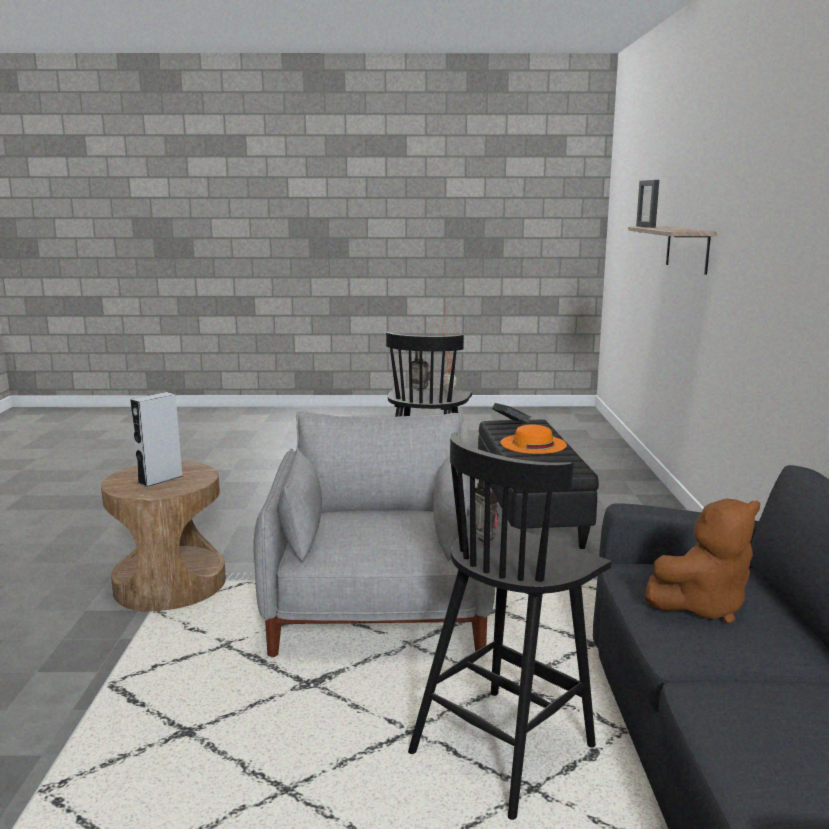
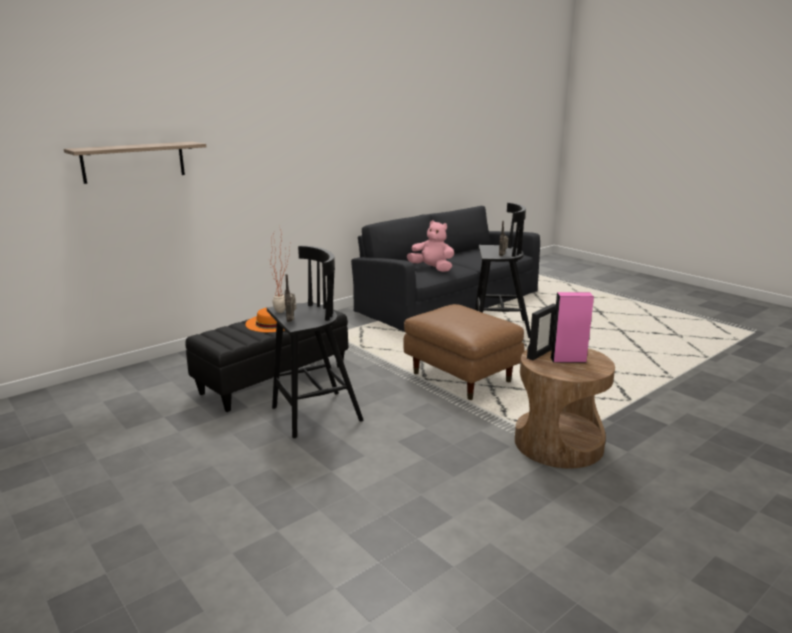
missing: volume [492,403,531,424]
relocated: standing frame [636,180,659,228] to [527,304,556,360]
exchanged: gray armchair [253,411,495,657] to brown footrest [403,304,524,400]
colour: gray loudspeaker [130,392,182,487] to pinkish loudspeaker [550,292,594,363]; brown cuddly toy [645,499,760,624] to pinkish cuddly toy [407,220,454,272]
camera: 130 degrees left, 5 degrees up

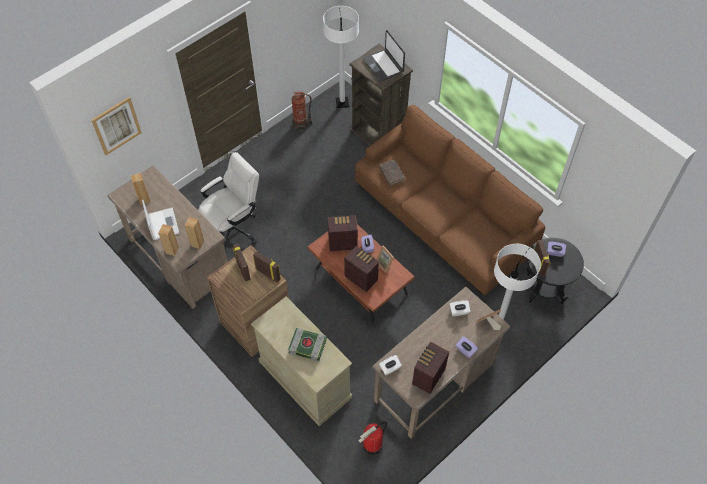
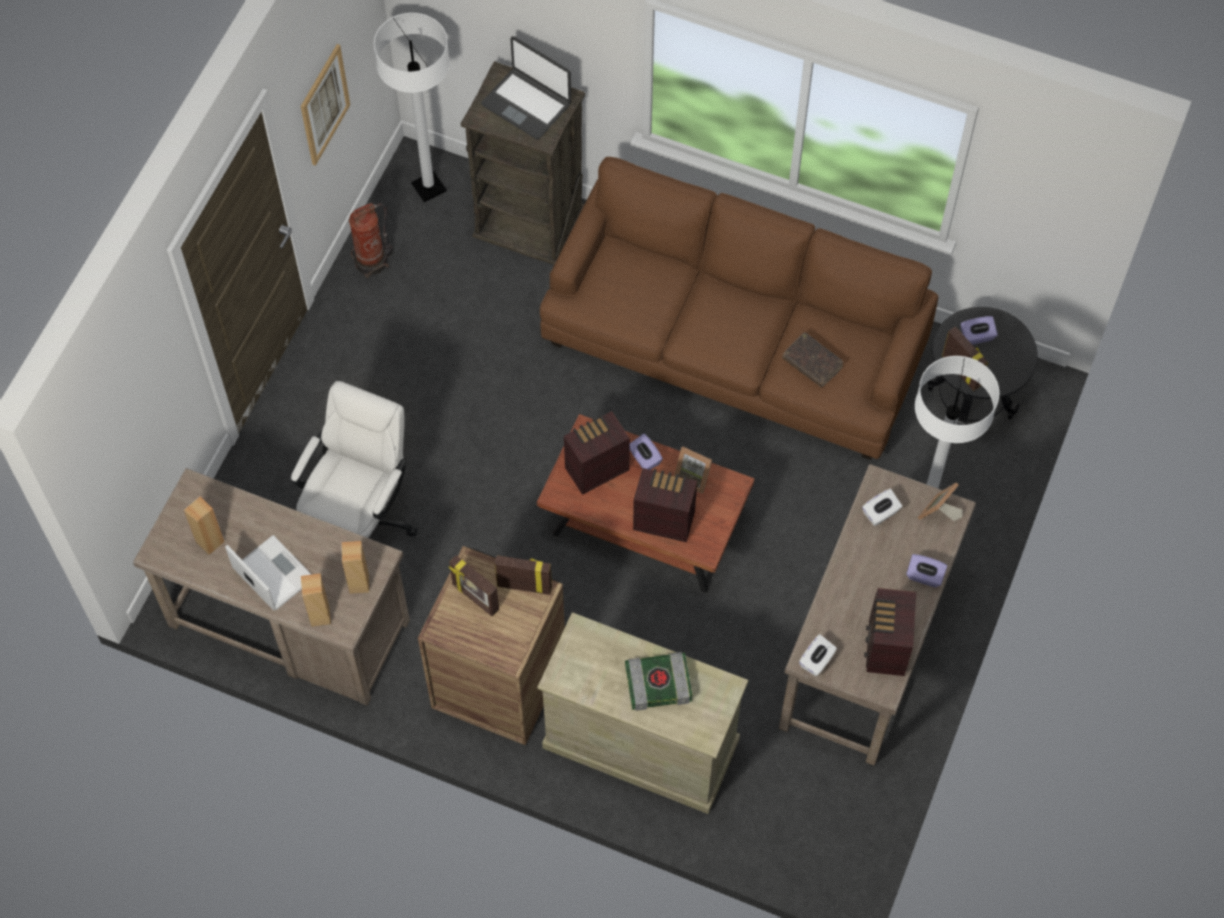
missing: fire-fighting cylinder [359,421,387,455]
relocated: wall picture [91,97,142,155] to [301,44,350,166]; brown volume [379,160,405,186] to [782,332,844,388]
camera: 25 degrees left, 5 degrees up

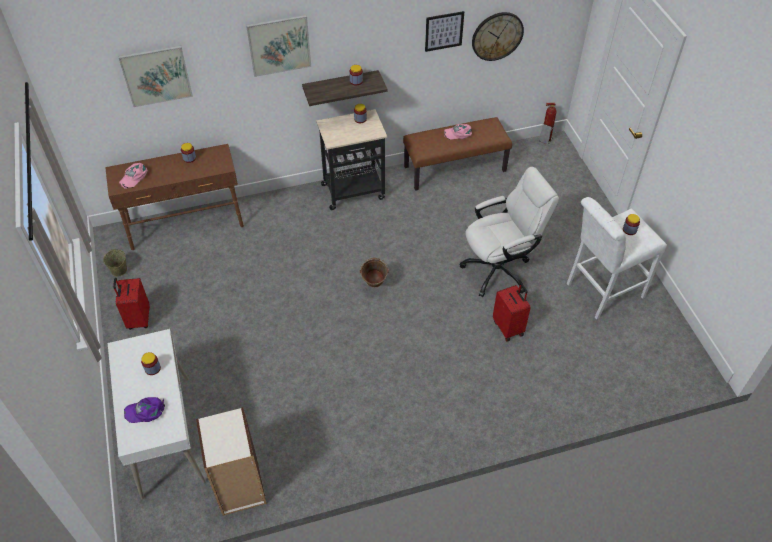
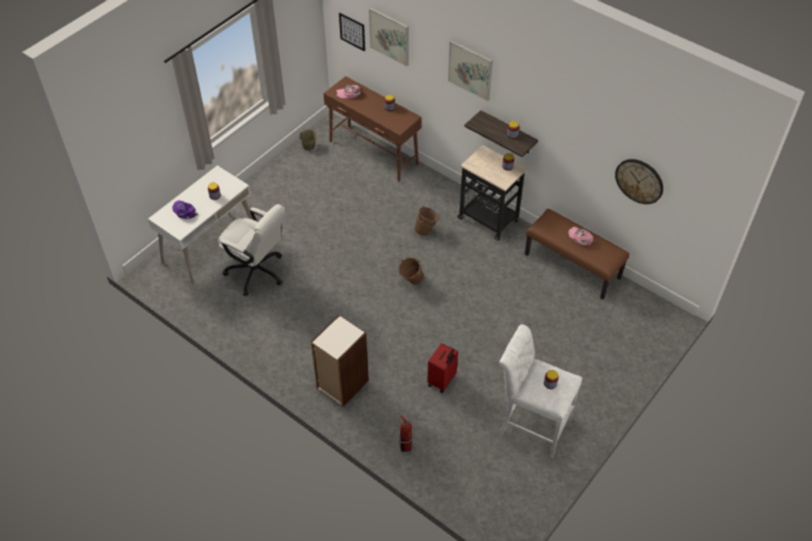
missing: reddish suitcase [113,278,150,330]
appeared: brown water bucket [414,206,439,236]
relocated: shelving unit [196,408,267,516] to [311,315,369,407]; wall picture [425,11,464,52] to [339,13,365,51]; whitish computer chair [459,167,559,297] to [218,204,286,296]; fire-fighting cylinder [539,103,556,144] to [399,415,413,453]
camera: 55 degrees right, 0 degrees up

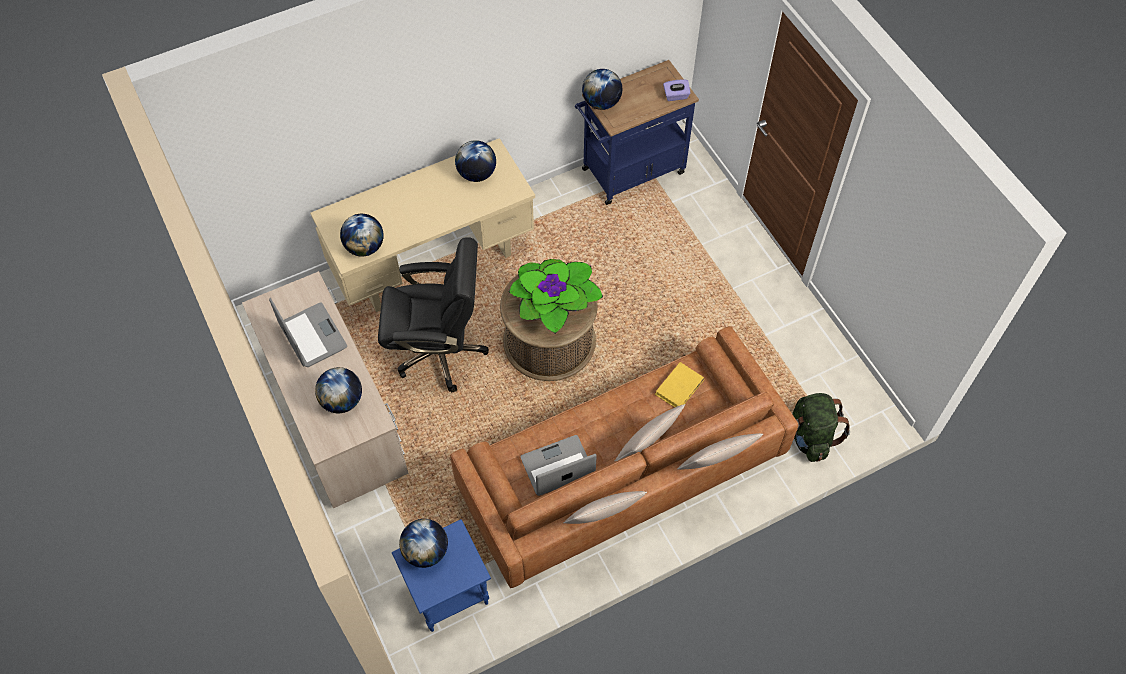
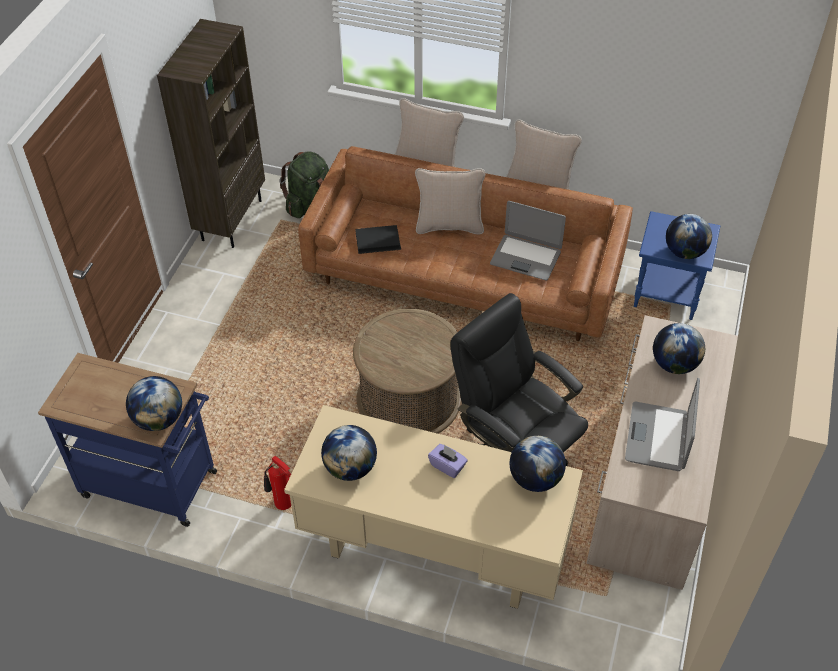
missing: potted plant [509,259,603,334]
appeared: brown shelving unit [157,19,265,248]; fire-fighting cylinder [264,456,291,510]
relocated: purple-coloured tissue box [663,79,691,101] to [428,444,468,478]
colour: yellow-coloured volume [655,362,704,407] to blackish volume [355,225,401,254]
camera: 135 degrees left, 10 degrees down

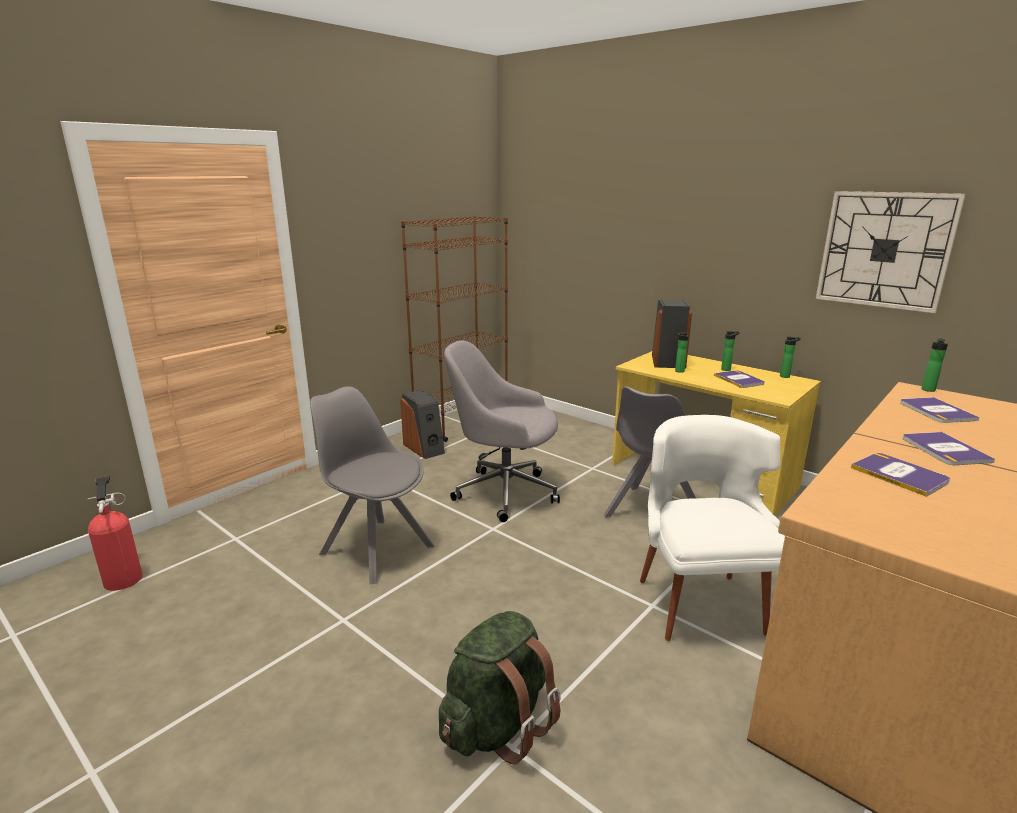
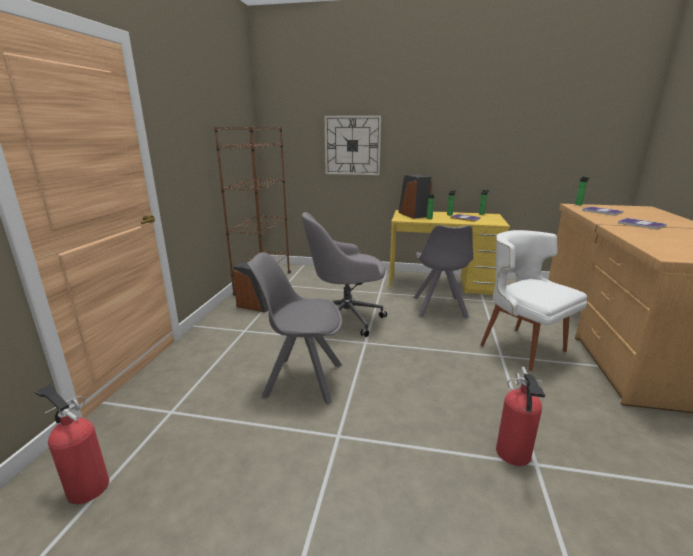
missing: volume [851,453,950,497]
relocated: clock on the wall [816,191,966,313] to [325,115,381,175]
exchanged: greenish rucksack [439,611,561,764] to fire-fighting cylinder [496,367,545,466]
camera: 30 degrees left, 0 degrees up

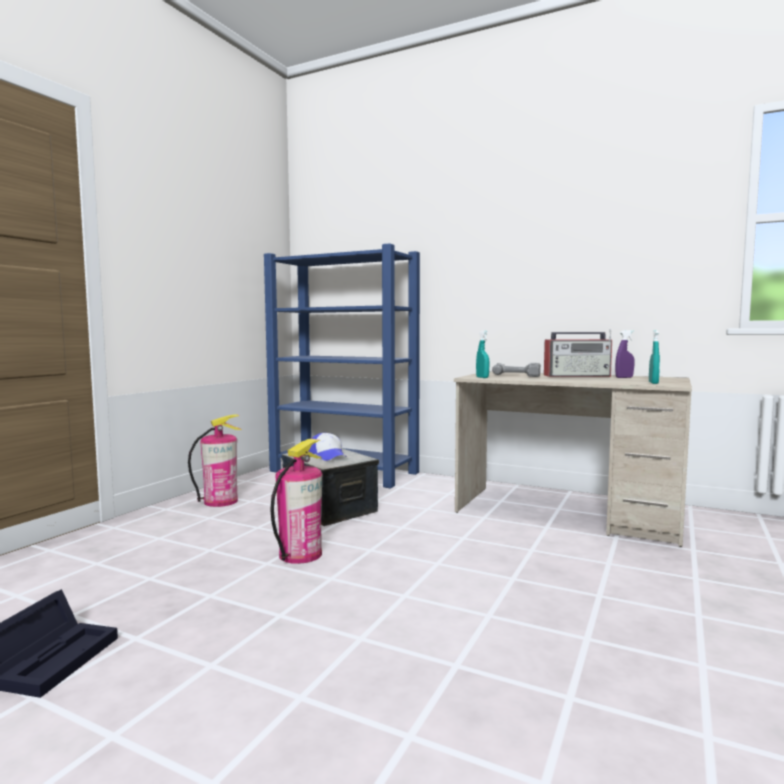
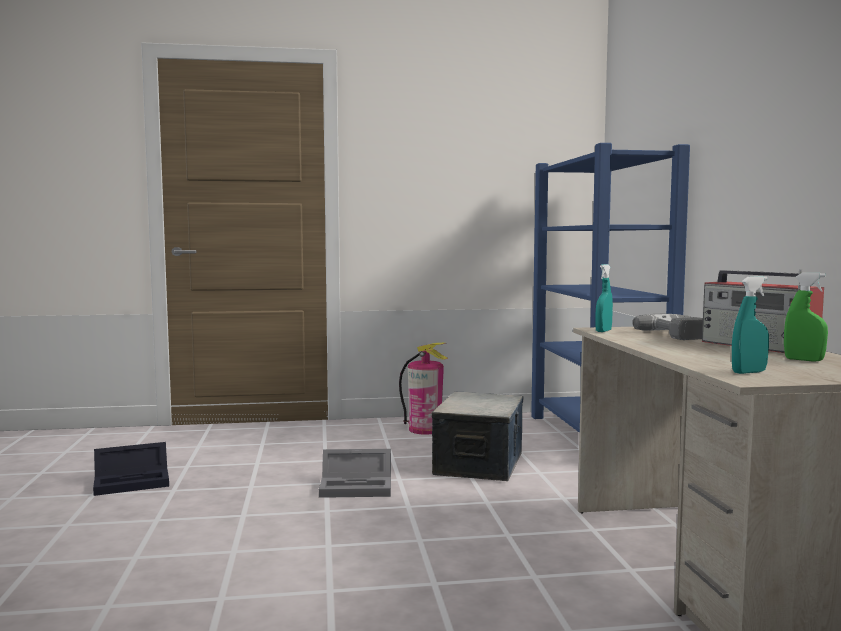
missing: cap [309,433,348,461]
exchanged: fire-fighting cylinder [270,439,322,564] to gray storage container [319,449,391,498]
colour: purple-coloured hand sprayer [615,330,634,378] to greenish hand sprayer [784,273,828,362]
camera: 55 degrees right, 0 degrees up

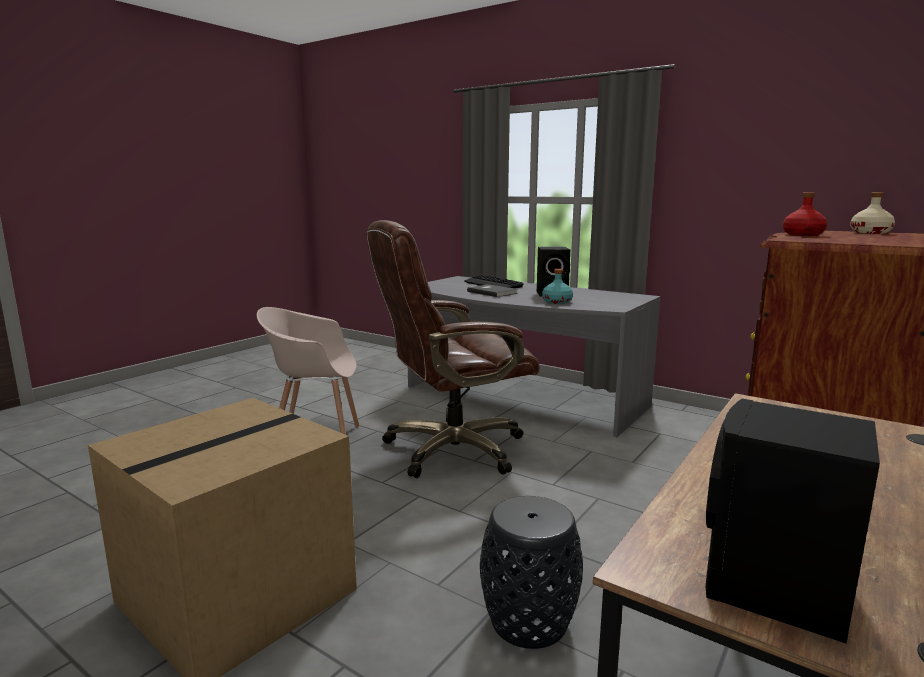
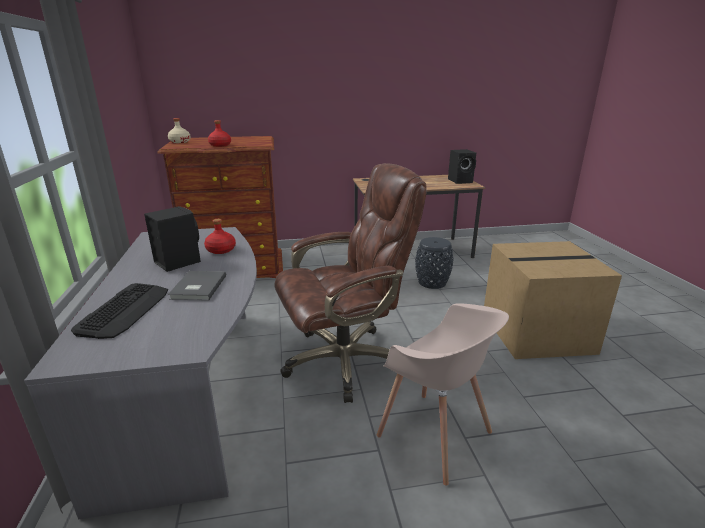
colour: turquoise bottle [542,269,573,304] to reddish bottle [204,219,236,254]
spun: brown computer chair [366,220,540,478] = [275,163,427,403] 45 degrees counterclockwise
camera: 135 degrees left, 10 degrees up

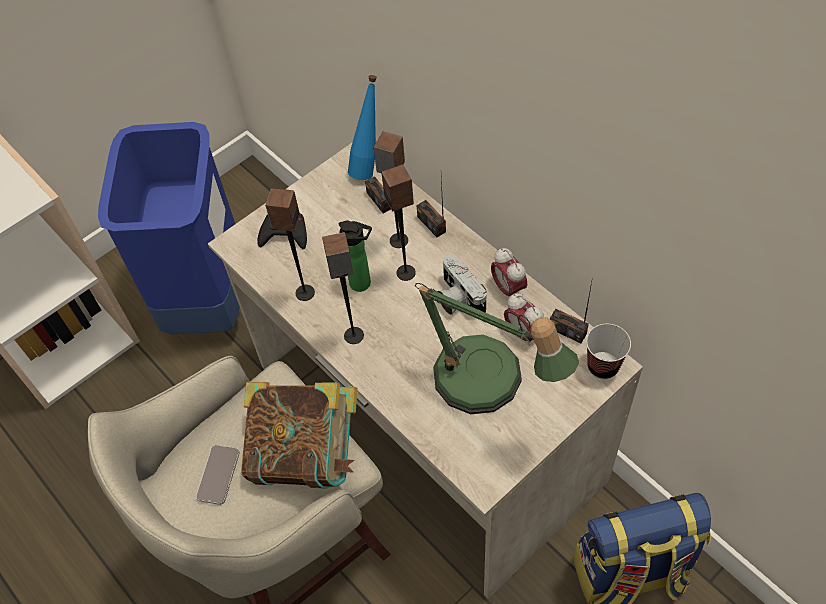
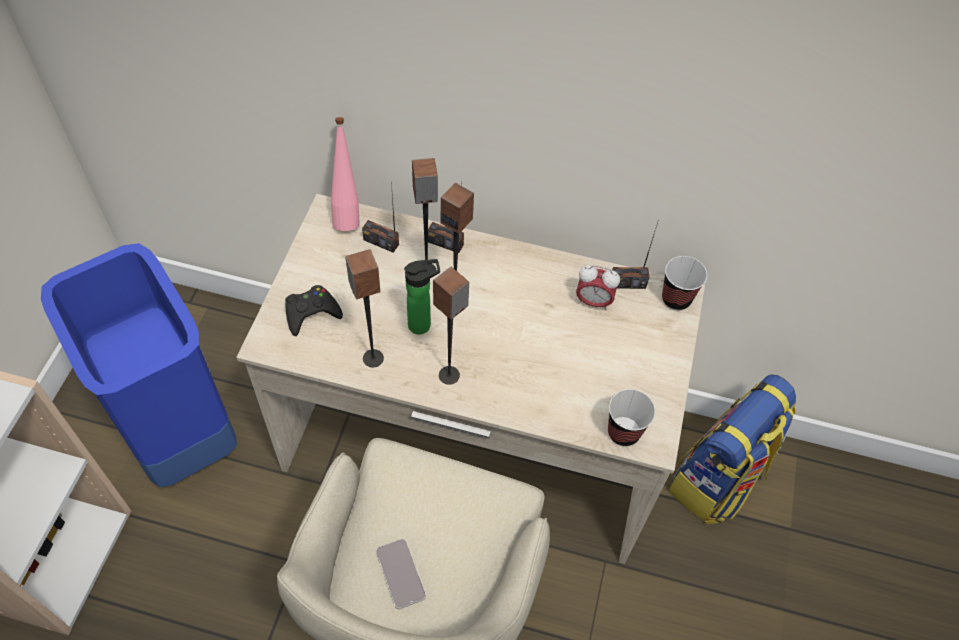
missing: volume [241,382,358,488]; tabletop lamp [415,283,579,414]; photo camera [438,254,487,315]; bedside clock [491,248,527,296]
appeared: cup [608,389,656,446]
colour: blue-coloured bottle [348,75,377,180] to pinkish bottle [331,117,360,231]
camera: 40 degrees left, 0 degrees up

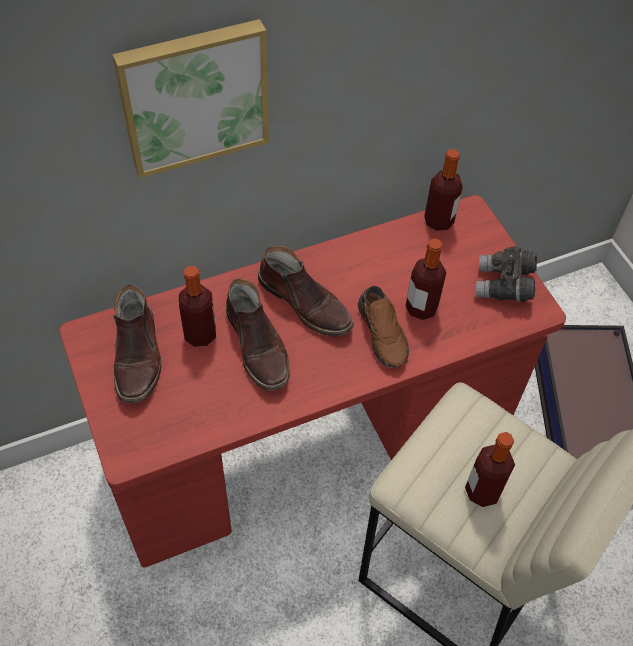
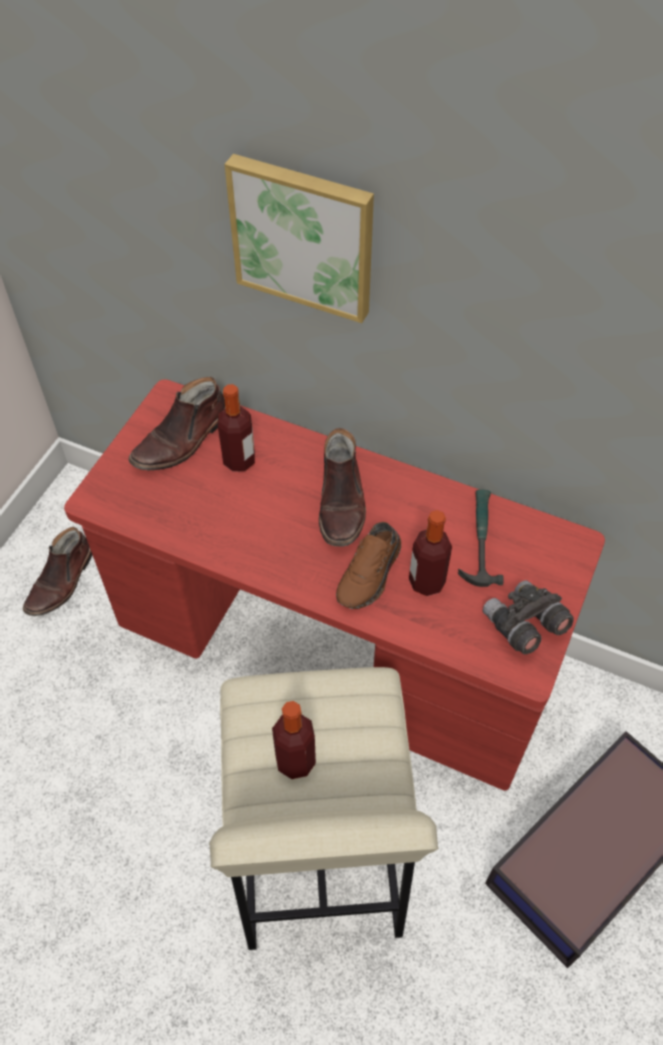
missing: bottle [424,149,463,231]
appeared: tool hammer [458,490,504,587]
relocated: brown boot [226,279,289,391] to [23,527,92,616]
camera: 50 degrees right, 0 degrees up

